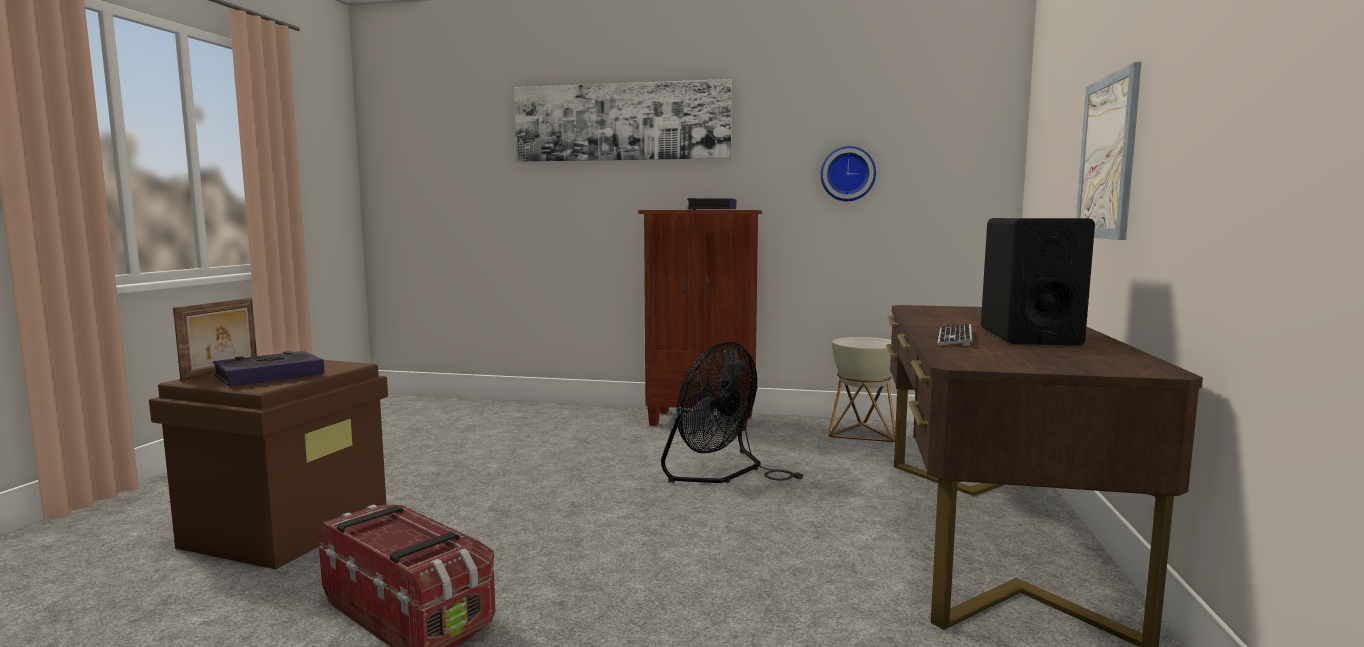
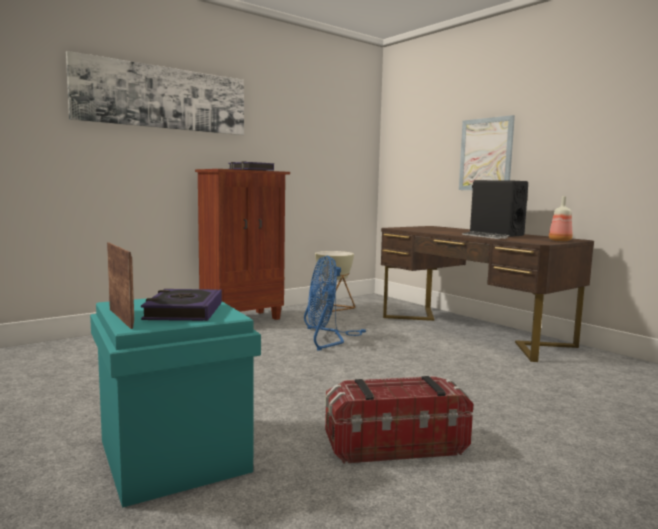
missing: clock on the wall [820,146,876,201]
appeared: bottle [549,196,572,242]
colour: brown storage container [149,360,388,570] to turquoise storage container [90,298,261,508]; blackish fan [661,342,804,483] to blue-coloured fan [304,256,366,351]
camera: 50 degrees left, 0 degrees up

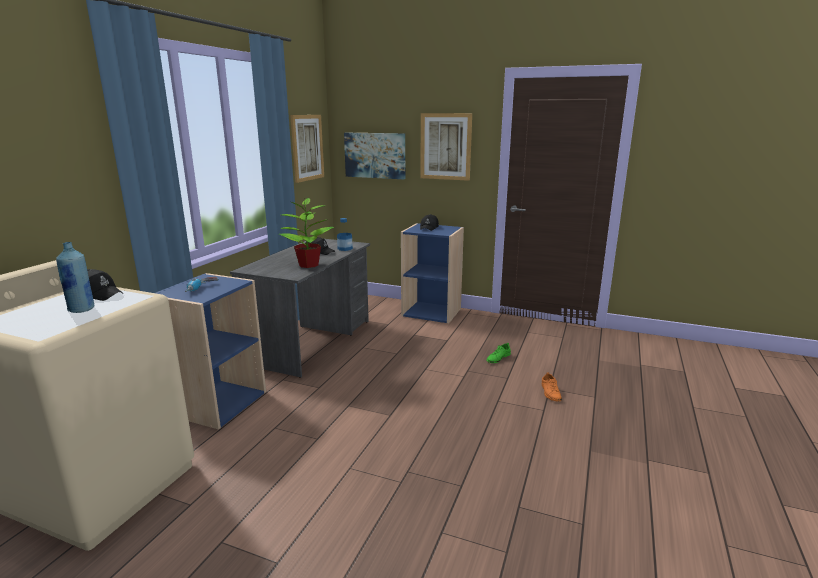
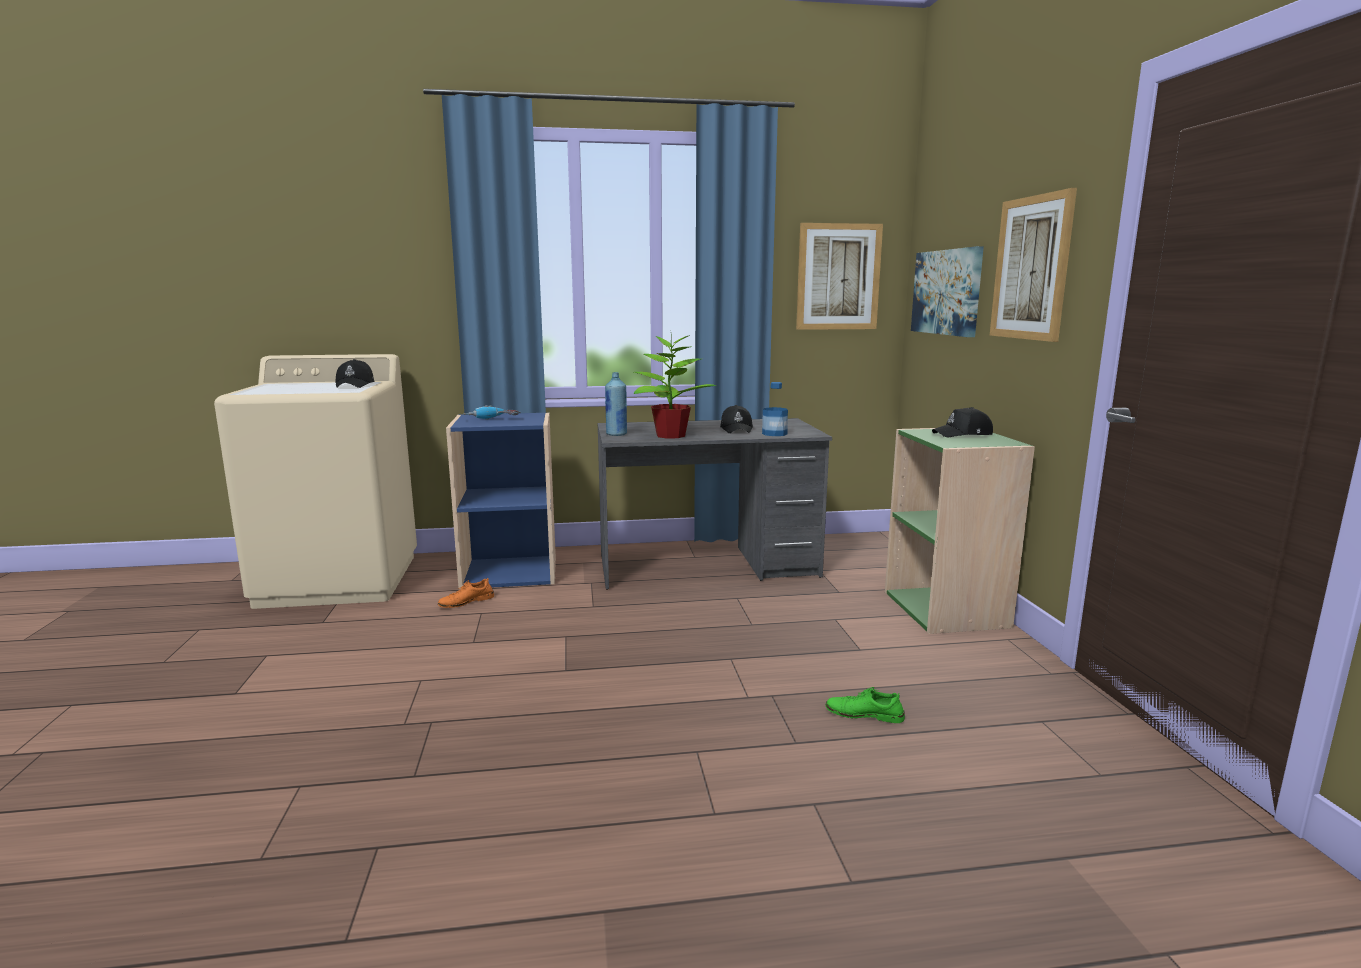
relocated: blue-coloured bottle [56,242,94,313] to [605,372,627,436]; orange-coloured shoe [542,373,562,401] to [438,578,494,608]
colour: blue-coloured shelving unit [401,223,464,323] to greenish shelving unit [885,428,1035,634]
camera: 60 degrees right, 5 degrees down

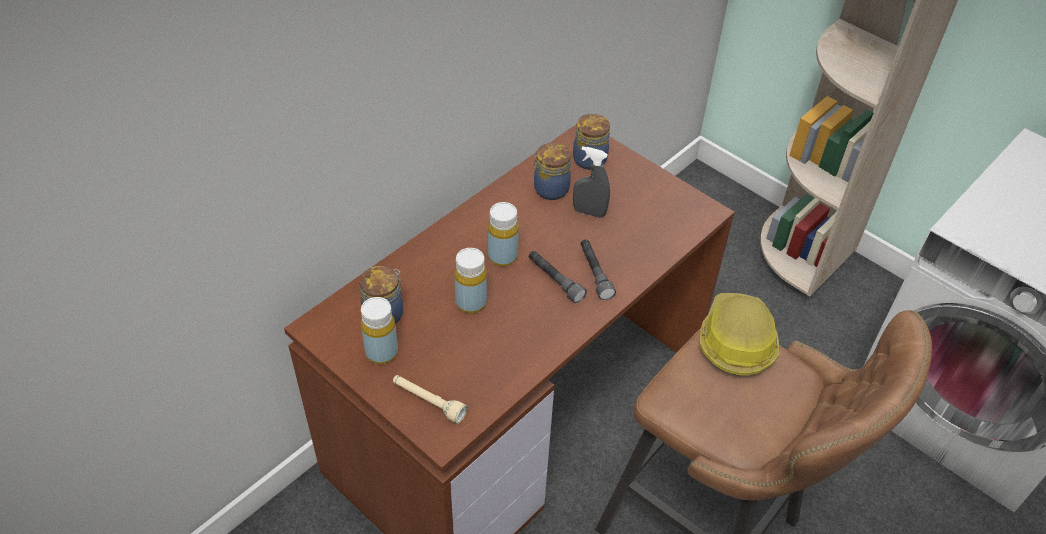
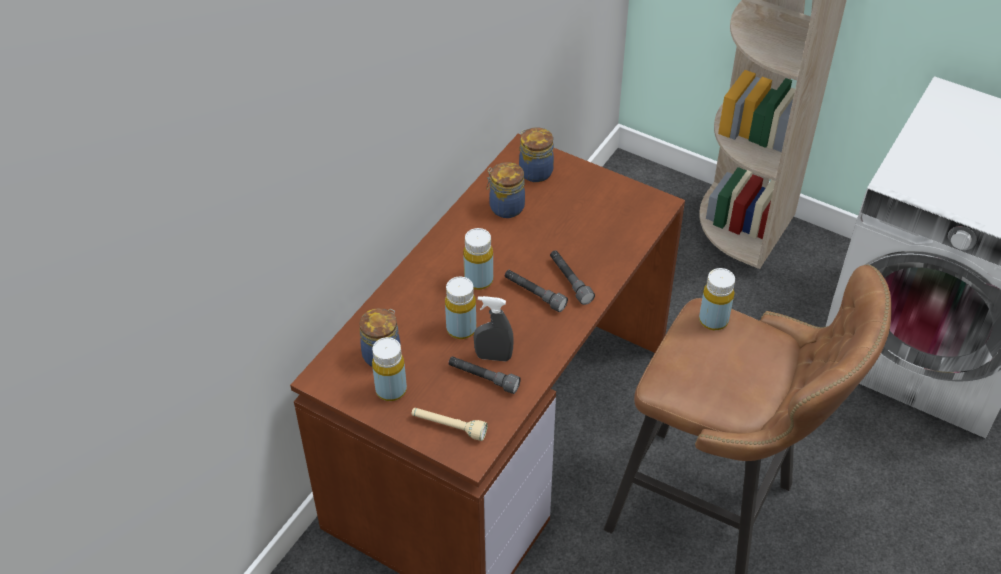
appeared: gray hand torch [448,356,521,394]
relocated: gray hand sprayer [573,146,610,218] to [474,296,514,362]
exchanged: hard hat [699,293,779,375] to yellow-coloured bottle [699,268,735,330]
camera: 10 degrees left, 0 degrees up

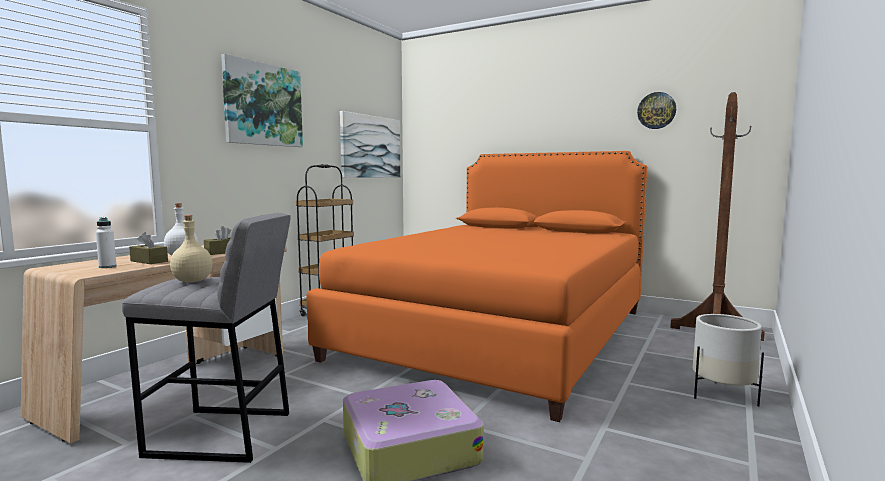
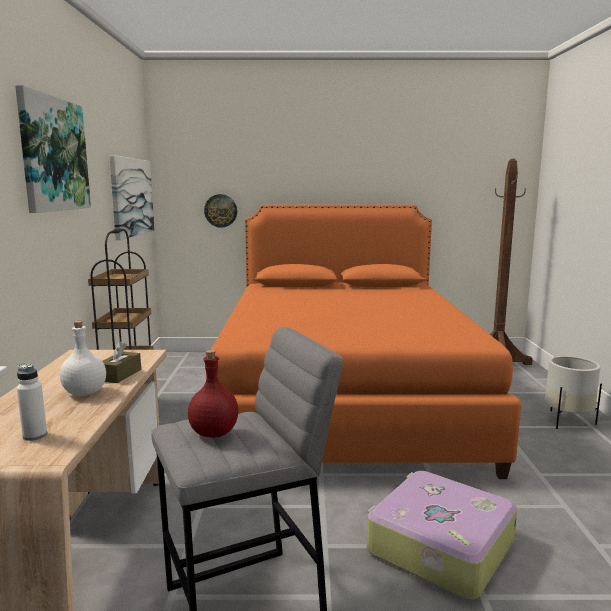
missing: brown tissue box [129,232,168,264]
relocated: clock on the wall [637,92,676,129] to [204,194,237,228]
colour: sand-coloured bottle [170,215,213,282] to reddish bottle [188,350,238,438]
camera: 30 degrees left, 5 degrees up

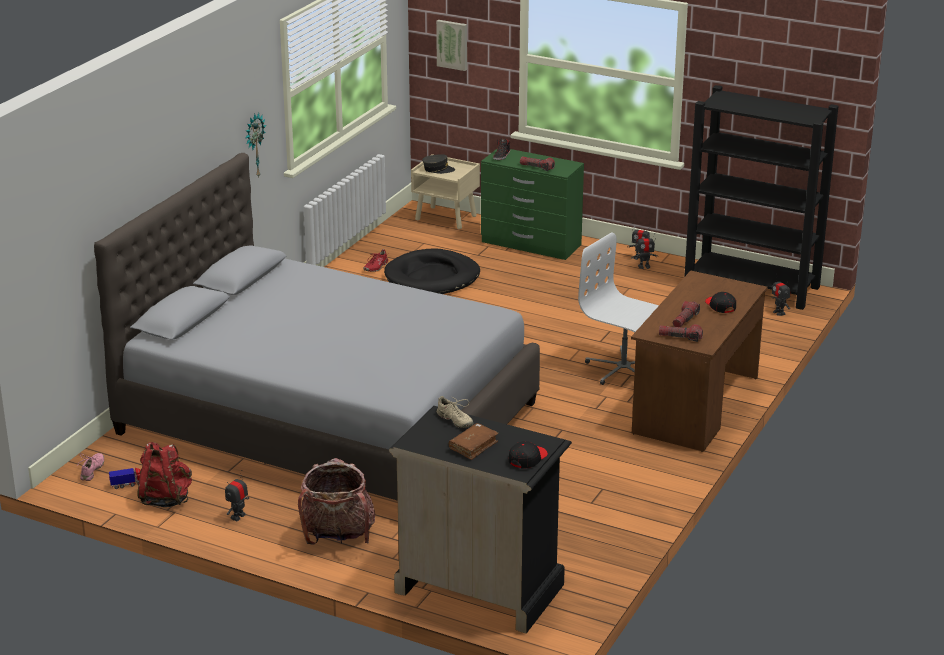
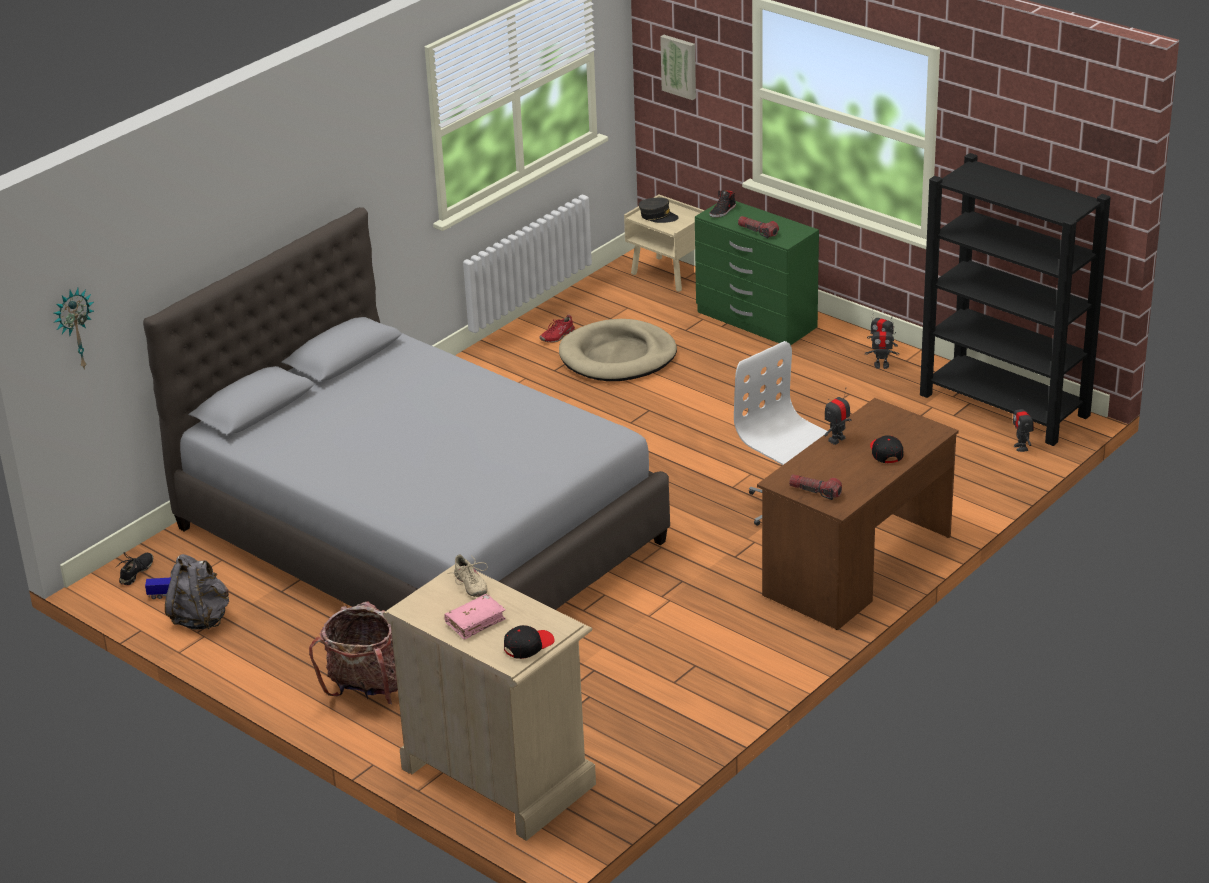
missing: hand torch [673,301,700,327]
relocated: model robot [225,470,250,521] to [824,388,851,445]; clock on the wall [246,113,266,178] to [53,288,94,370]
colour: pinkish shoe [78,453,104,481] to blackish shoe [116,552,153,586]; reddish rucksack [137,442,192,507] to gray rucksack [165,554,229,630]; blackish dog bed [384,248,480,294] to sand-coloured dog bed [559,319,677,381]; blackish drawer chest [389,406,572,634] to sand-coloured drawer chest [383,564,596,841]; brown volume [449,423,499,460] to pinkish volume [444,594,506,640]
camera: 15 degrees right, 5 degrees up

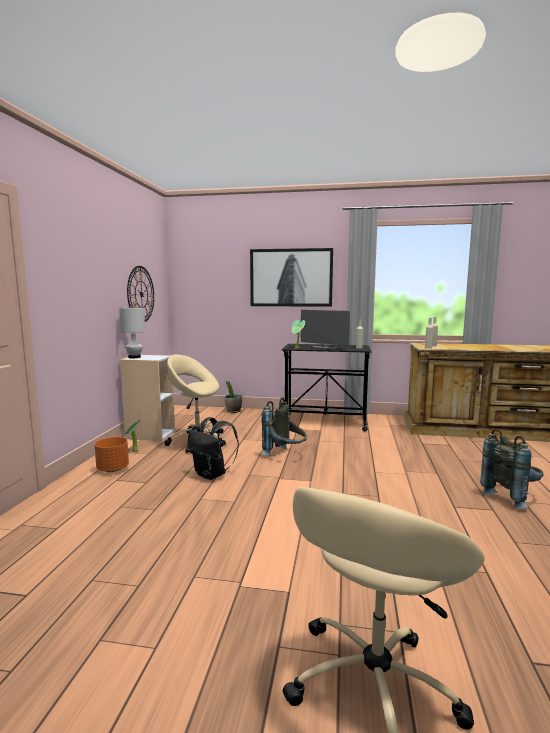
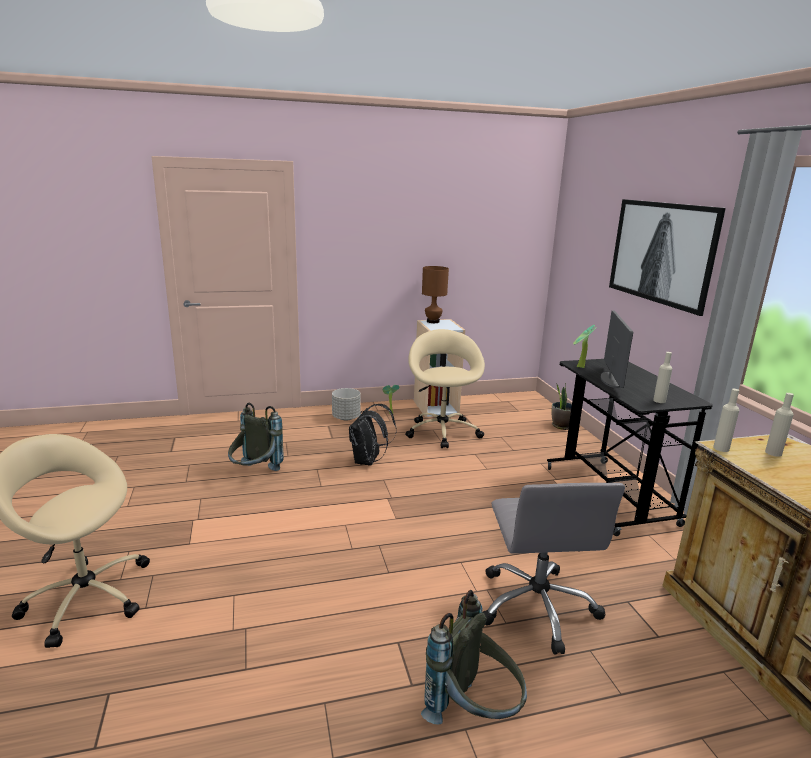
missing: clock on the wall [127,266,154,322]
appeared: gray computer chair [482,483,625,655]
relocated: gray rucksack [261,397,307,456] to [228,403,284,471]
colour: orange-coloured plant pot [94,437,129,472] to gray plant pot [332,388,361,421]; whitish tabletop lamp [119,307,145,358] to brown tabletop lamp [422,266,449,323]
camera: 65 degrees right, 10 degrees up

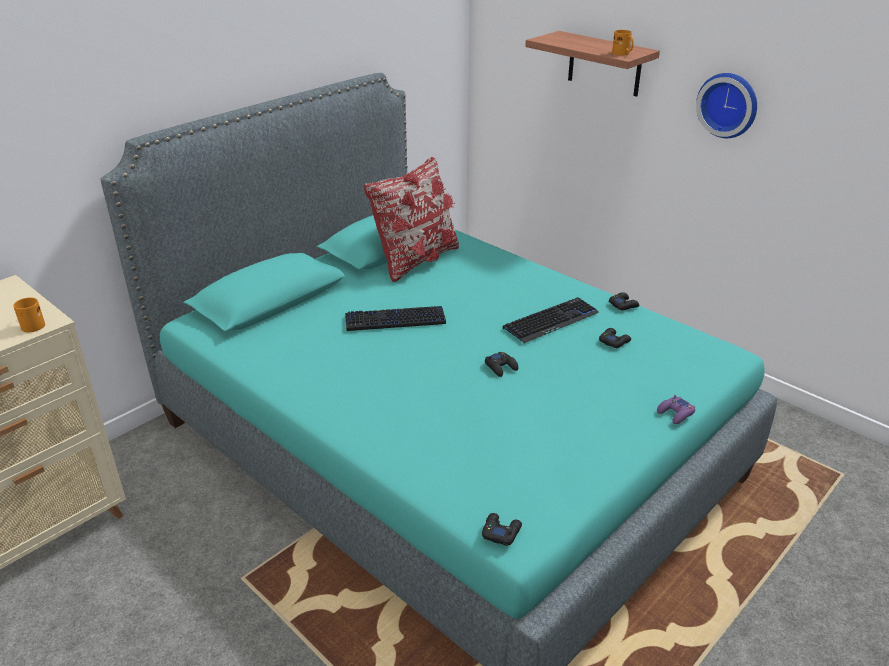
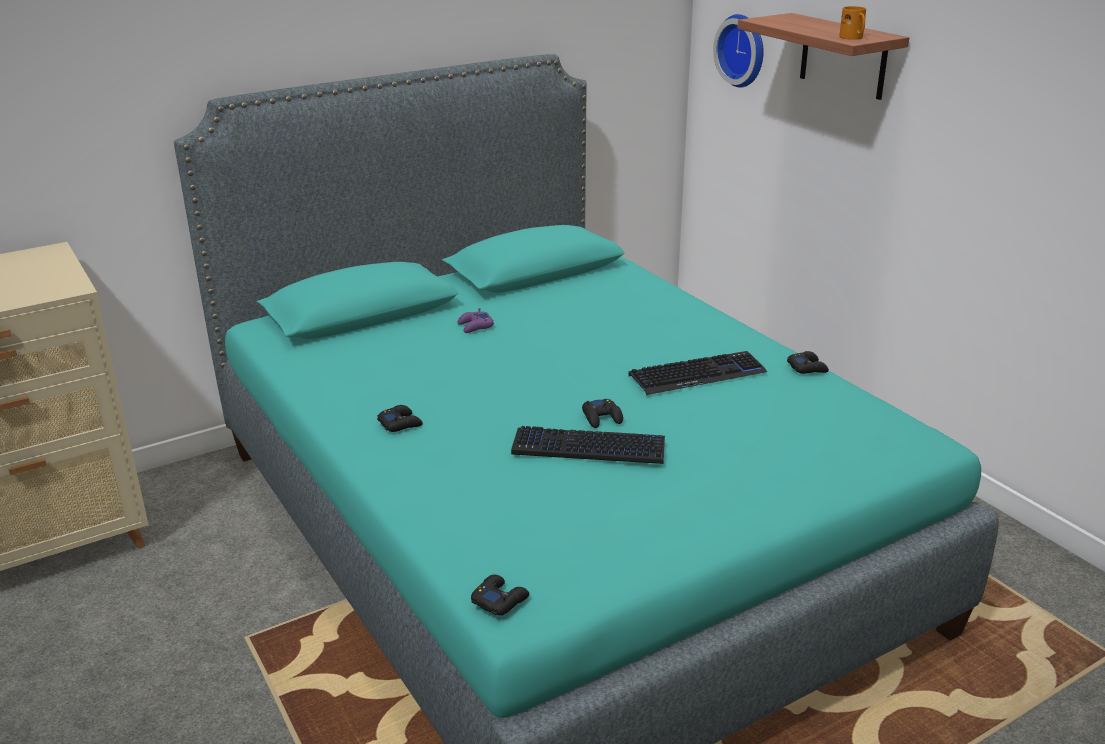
missing: orange-coloured tea mug [13,297,45,332]; reddish throw pillow [364,157,459,282]
relocated: keyboard [345,306,446,331] to [511,426,665,464]; blackish game controller [599,328,631,348] to [377,405,423,432]; purple-coloured game controller [657,395,695,424] to [458,308,494,333]; clock on the wall [696,73,757,138] to [713,14,764,88]
camera: 15 degrees right, 5 degrees down

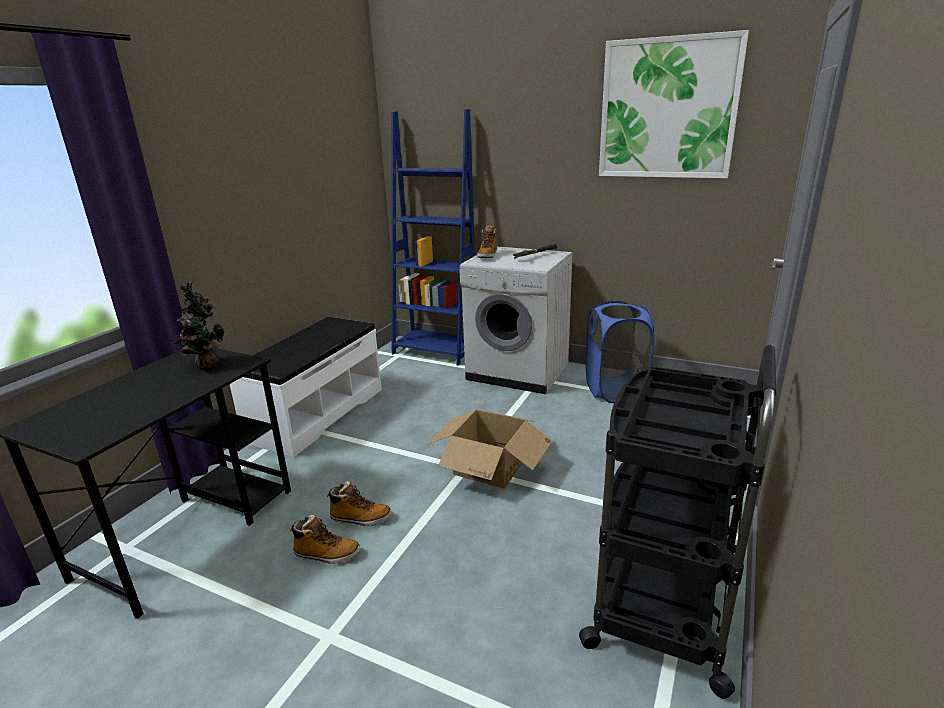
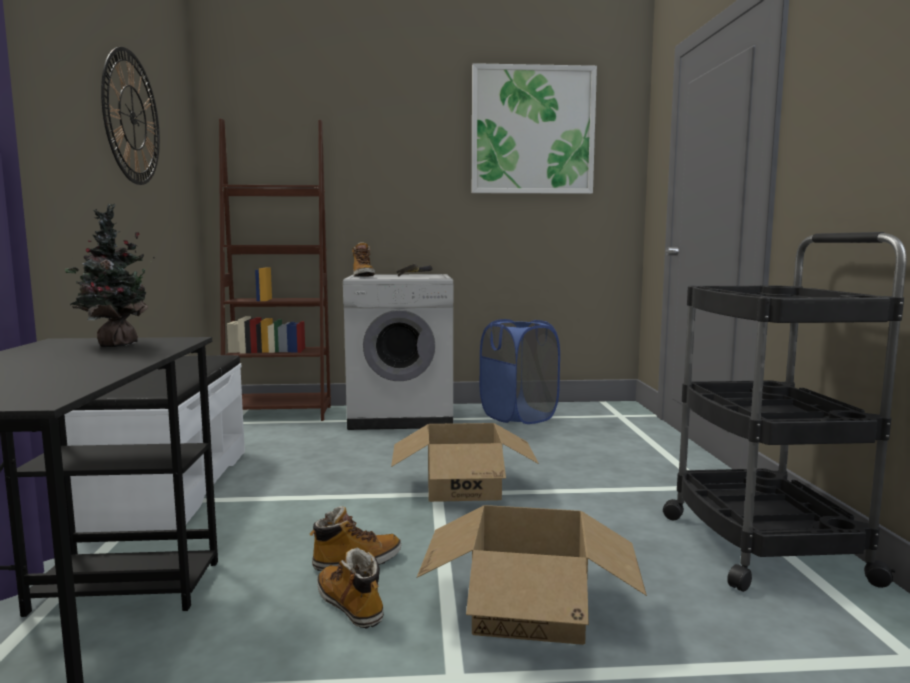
appeared: clock on the wall [101,47,160,185]; cardboard box [417,505,647,645]
colour: blue-coloured shelving unit [391,109,475,366] to brown shelving unit [219,118,331,421]
spun: boot [290,515,360,564] = [317,547,384,629] 105 degrees counterclockwise
camera: 30 degrees left, 15 degrees down

